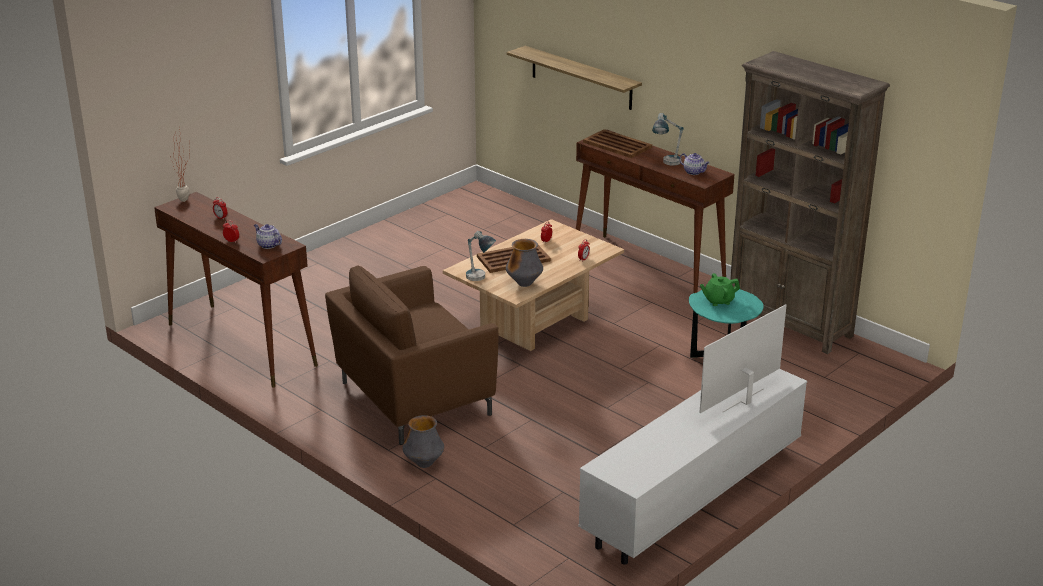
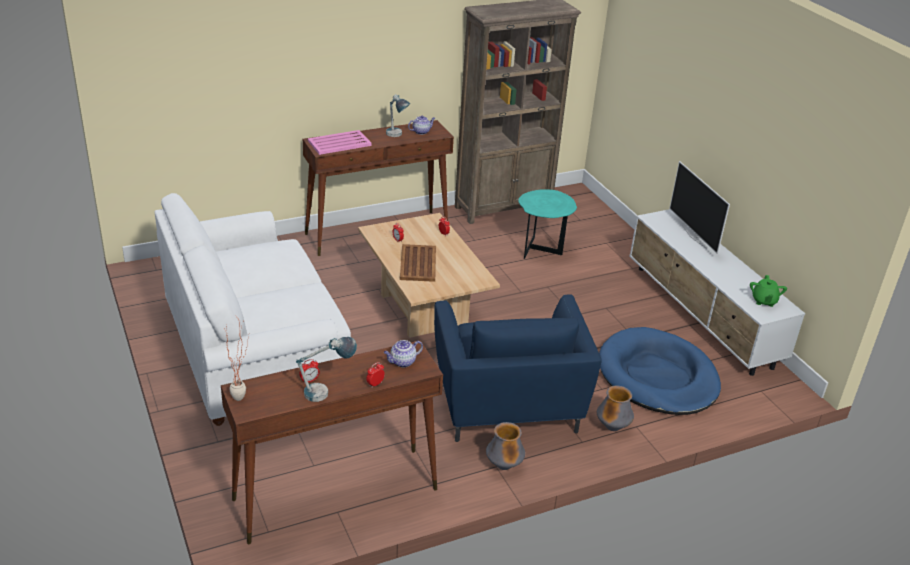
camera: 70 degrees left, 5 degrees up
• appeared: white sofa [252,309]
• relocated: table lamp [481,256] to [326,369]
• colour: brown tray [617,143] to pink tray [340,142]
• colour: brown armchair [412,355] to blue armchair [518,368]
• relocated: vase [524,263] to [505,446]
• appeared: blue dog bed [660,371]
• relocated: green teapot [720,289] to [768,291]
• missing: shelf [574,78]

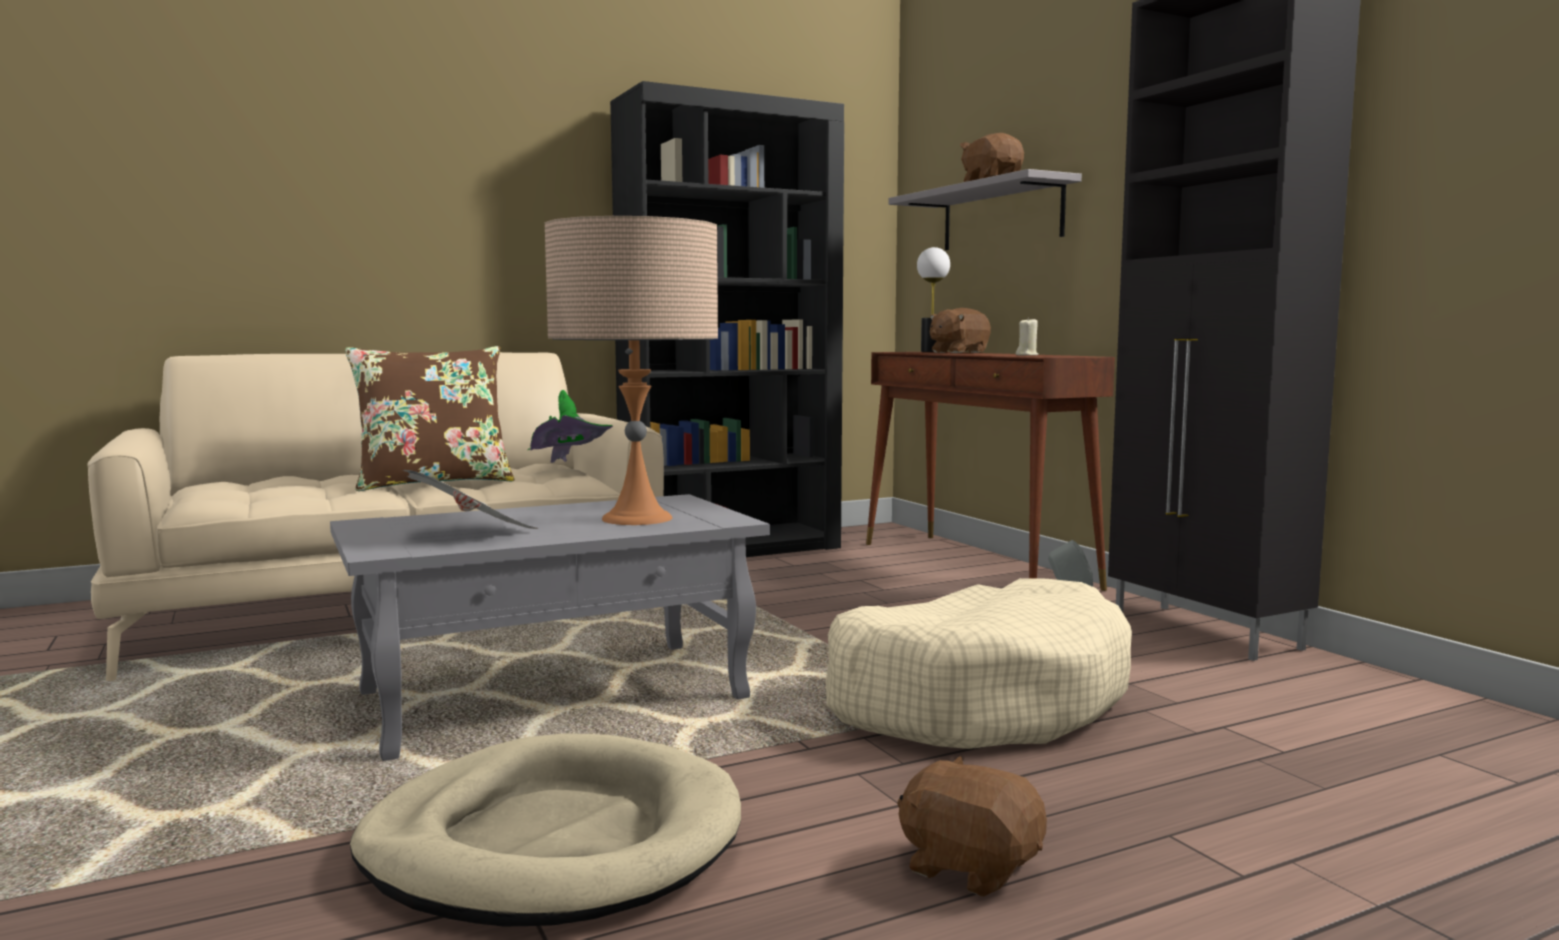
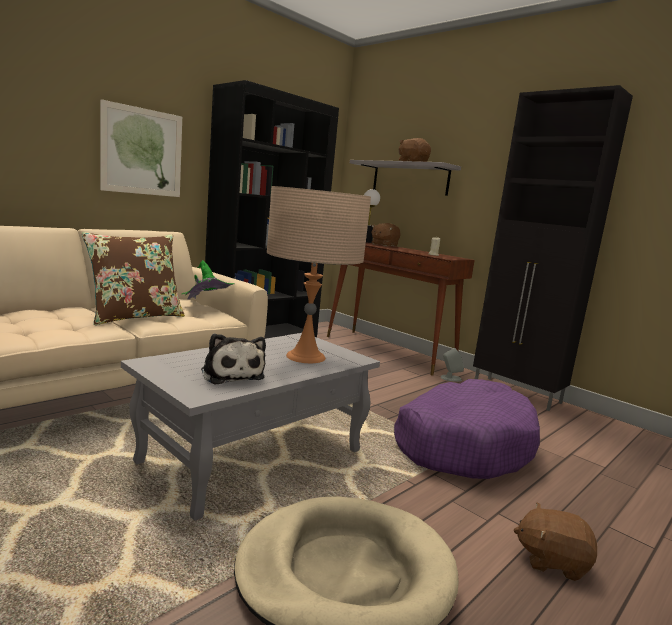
camera: 20 degrees left, 5 degrees up
• appeared: picture [141,148]
• exchanged: newspaper [470,499] to plush toy [233,359]
• colour: beige dog bed [979,663] to purple dog bed [467,429]

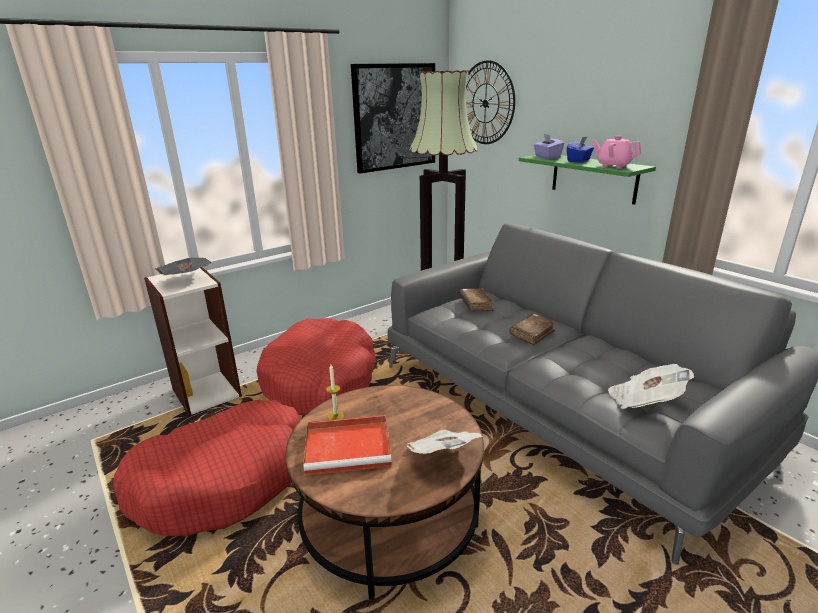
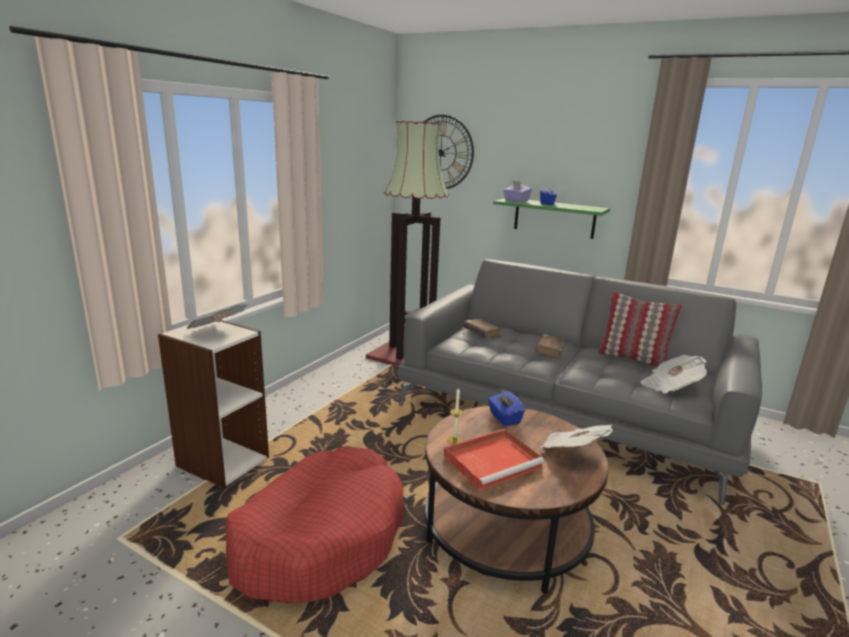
camera: 25 degrees left, 5 degrees down
• appeared: blue tissue box [506,407]
• appeared: pillow [639,329]
• missing: red dog bed [316,366]
• missing: picture [393,118]
• missing: pink teapot [616,152]

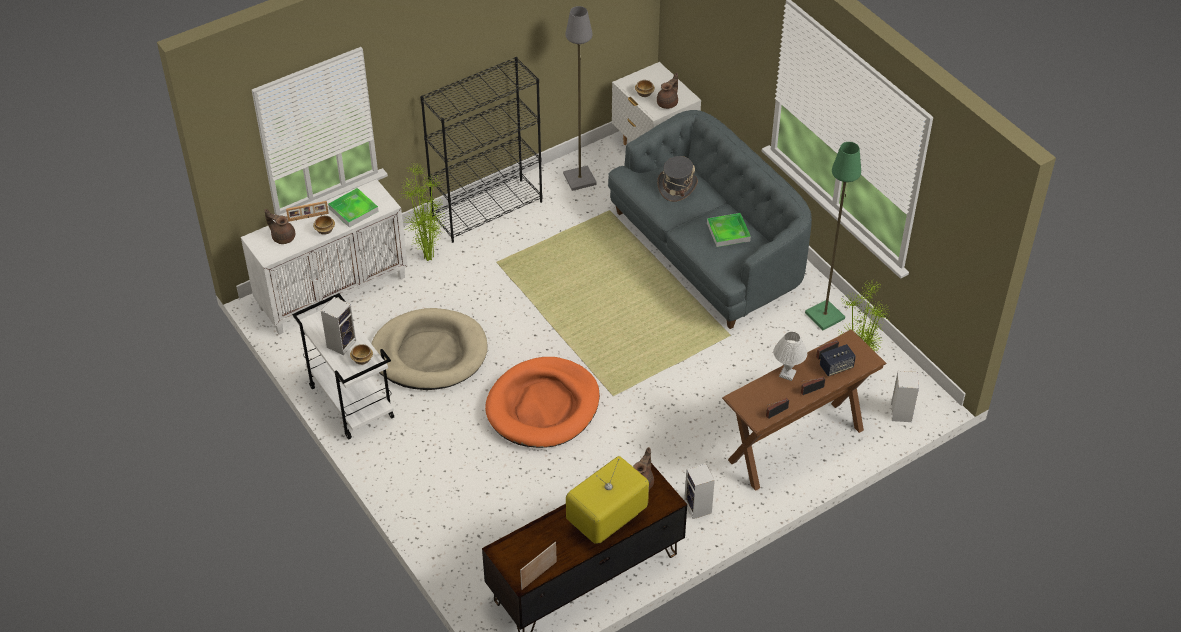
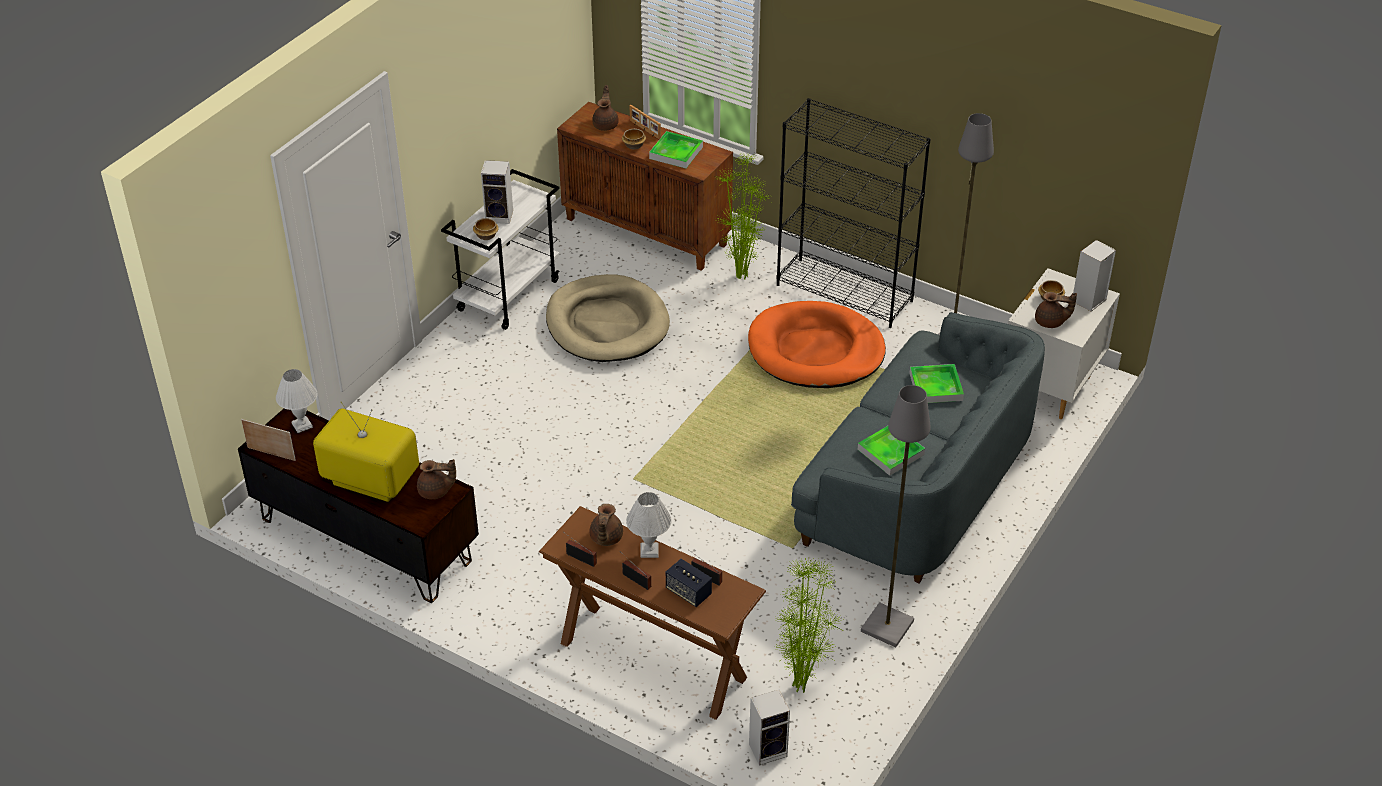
camera: 65 degrees right, 5 degrees down
• appeared: white table lamp [296,401]
• colour: white cabinet [324,257] to brown cabinet [645,186]
• appeared: brown teapot [606,525]
• relocated: orange dog bed [542,402] to [817,344]
• colour: green floor lamp [833,236] to grey floor lamp [896,516]
• exchanged: grey hat [677,179] to tray [936,383]
• relocated: speaker [699,491] to [1094,275]

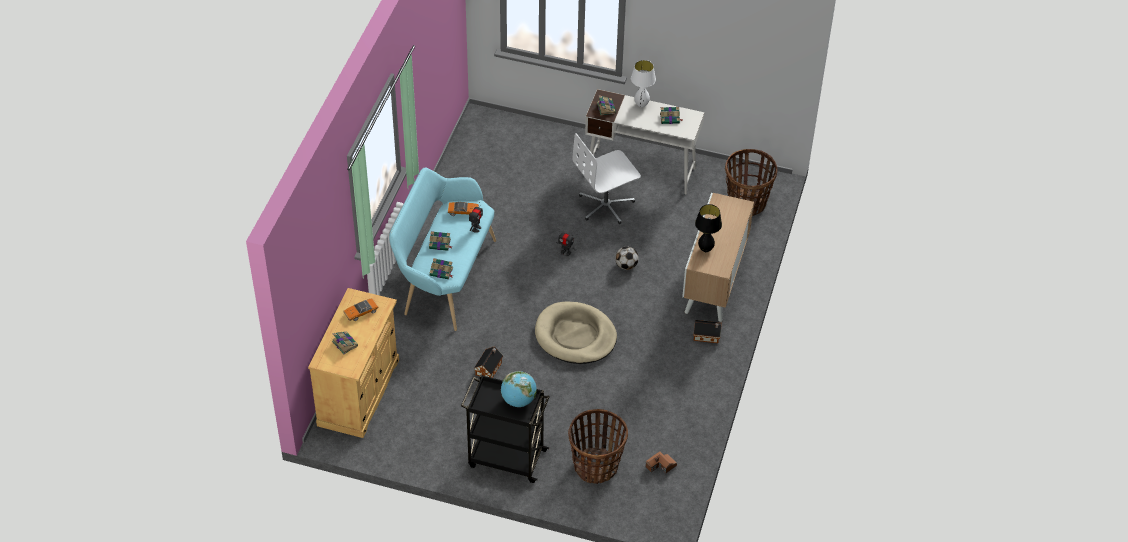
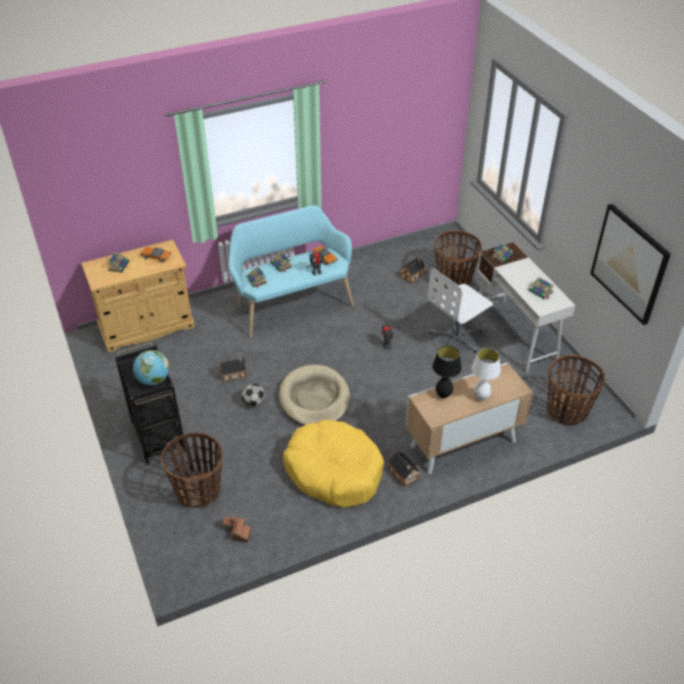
camera: 50 degrees right, 5 degrees down
• relocated: football [627,258] to [253,395]
• appeared: yellow dog bed [333,463]
• appeared: toy house [413,270]
• spun: white office chair [607,178] = [460,310] 60 degrees counterclockwise
• appeared: basket [458,259]
• relocated: white table lamp [643,83] to [486,374]
• appeared: picture [630,264]

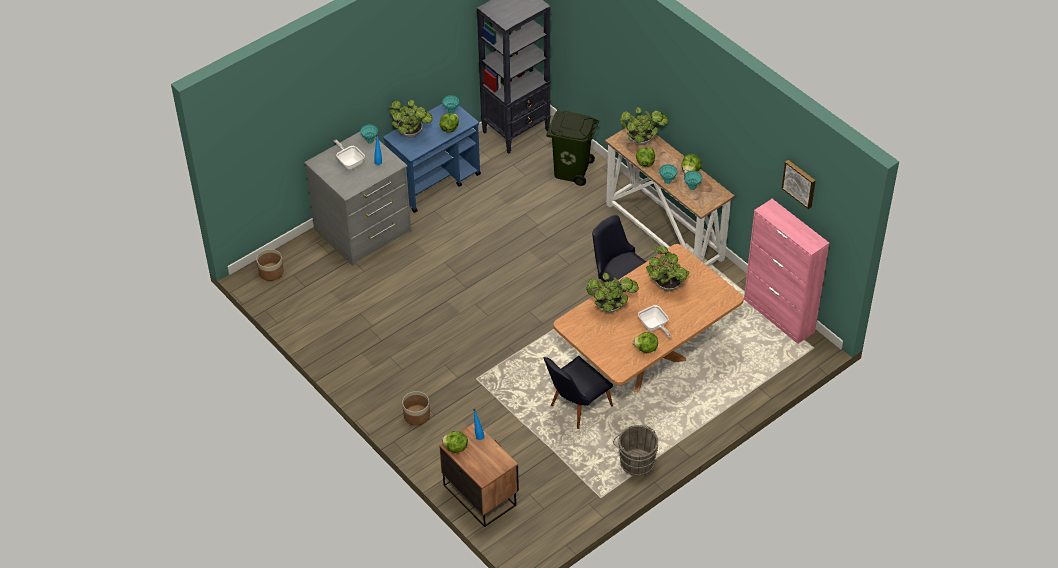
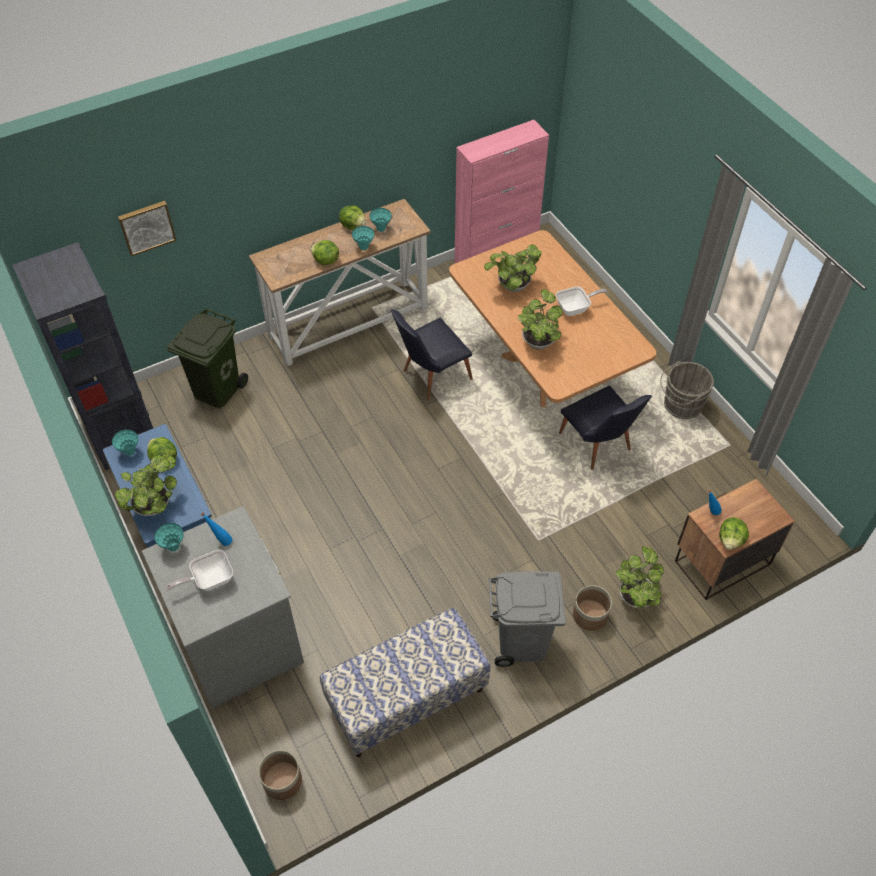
camera: 80 degrees left, 5 degrees up
• relocated: picture [799,184] to [147,228]
• appeared: bench [405,682]
• appeared: grey trash can [527,619]
• relocated: potted plant [644,126] to [640,577]
• missing: lettuce [645,342]

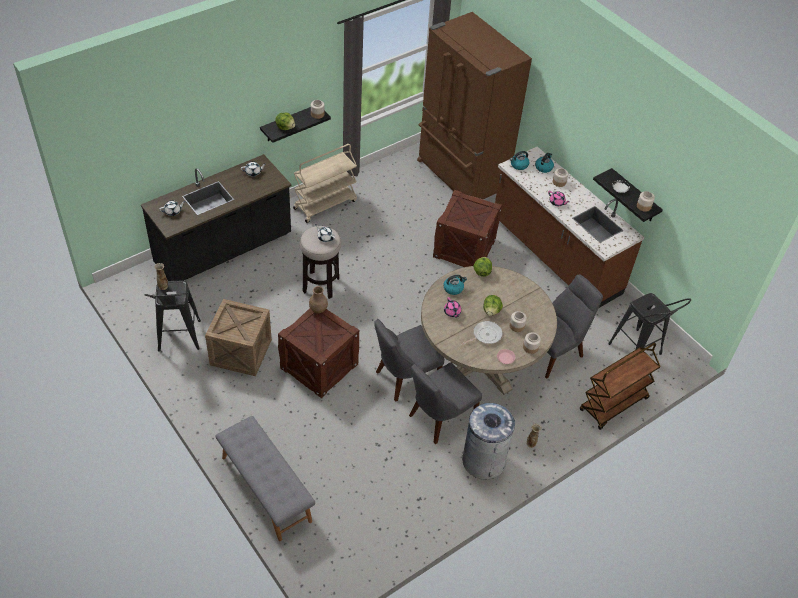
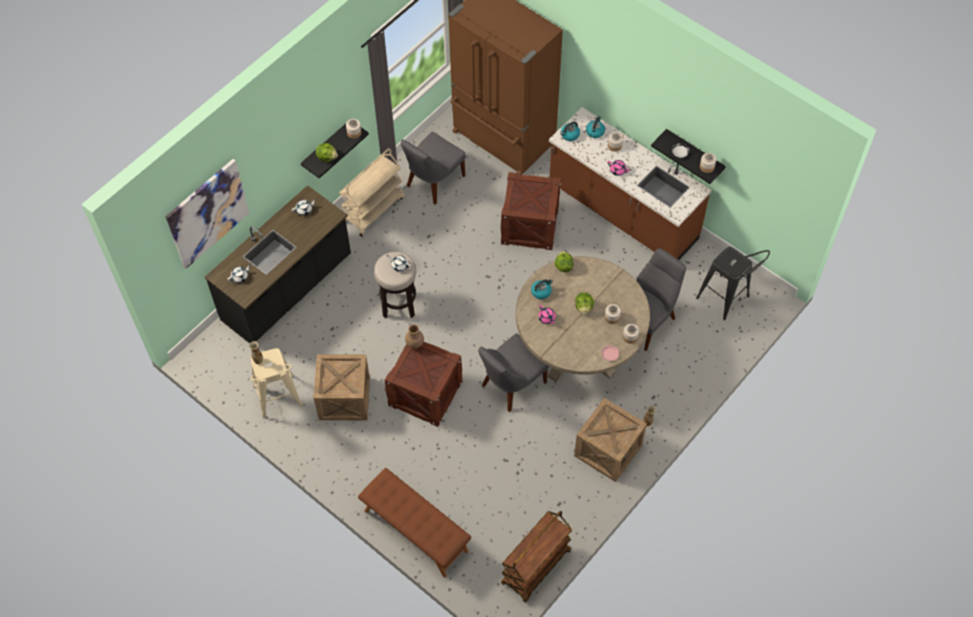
camera: 10 degrees left, 10 degrees up
• appeared: picture [207,214]
• colour: black stool [173,316] to beige stool [276,383]
• colour: grey bench [265,478] to brown bench [414,522]
• relocated: grey chair [445,403] to [433,168]
• relocated: brown cart [620,386] to [536,557]
• exchanged: grey trash can [488,441] to crate [610,440]
• missing: frying pan [482,333]

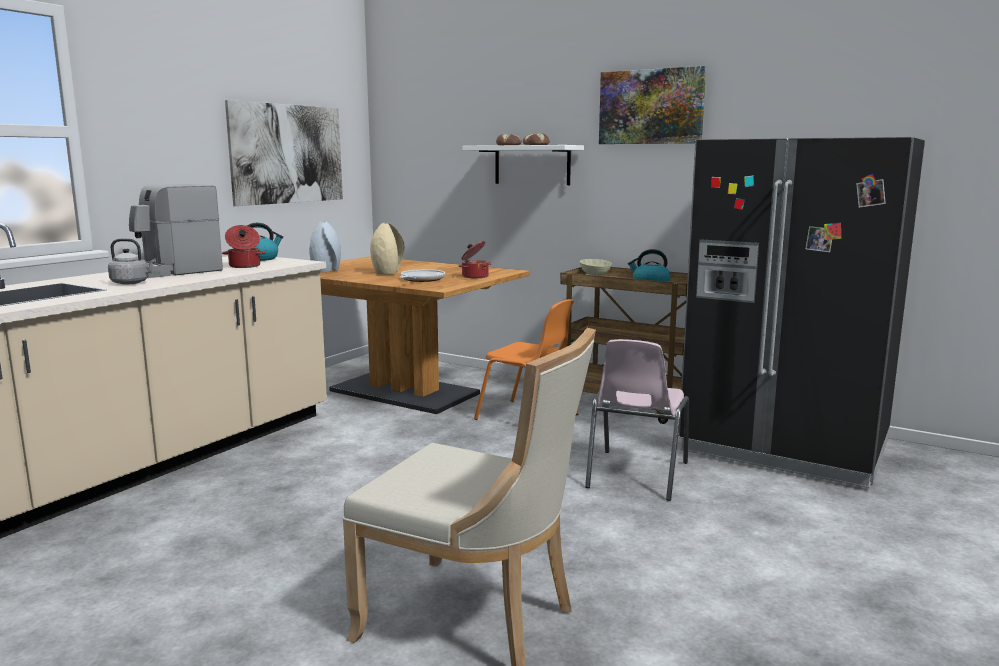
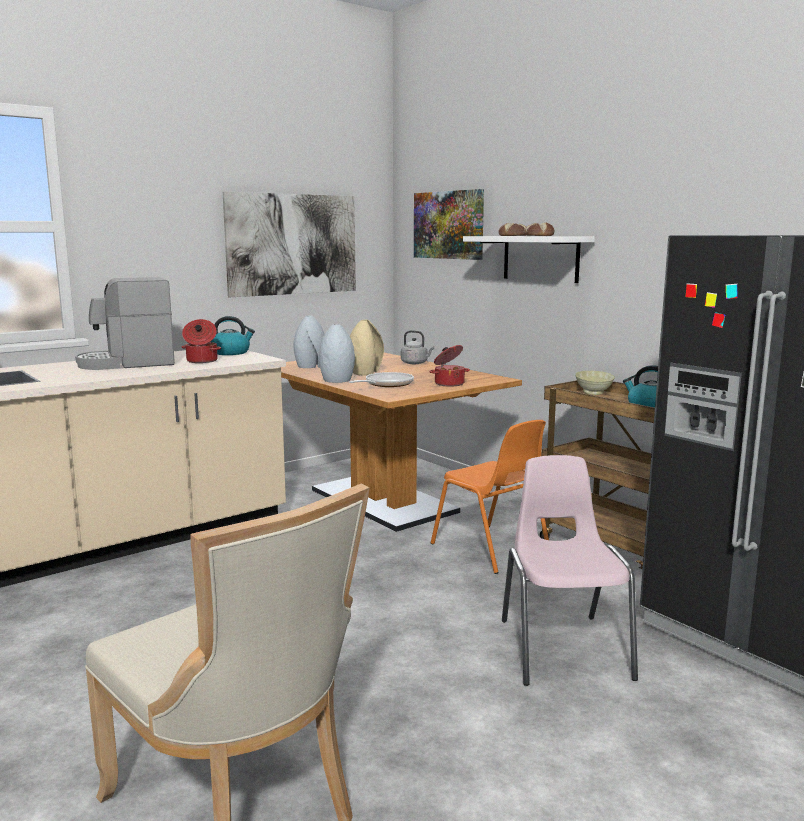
camera: 20 degrees right, 0 degrees up
• appeared: grey vase [337,353]
• relocated: grey kettle [132,261] to [417,347]
• relocated: picture [652,105] to [449,224]
• spun: pink chair [637,420] = [570,570] 135 degrees clockwise

